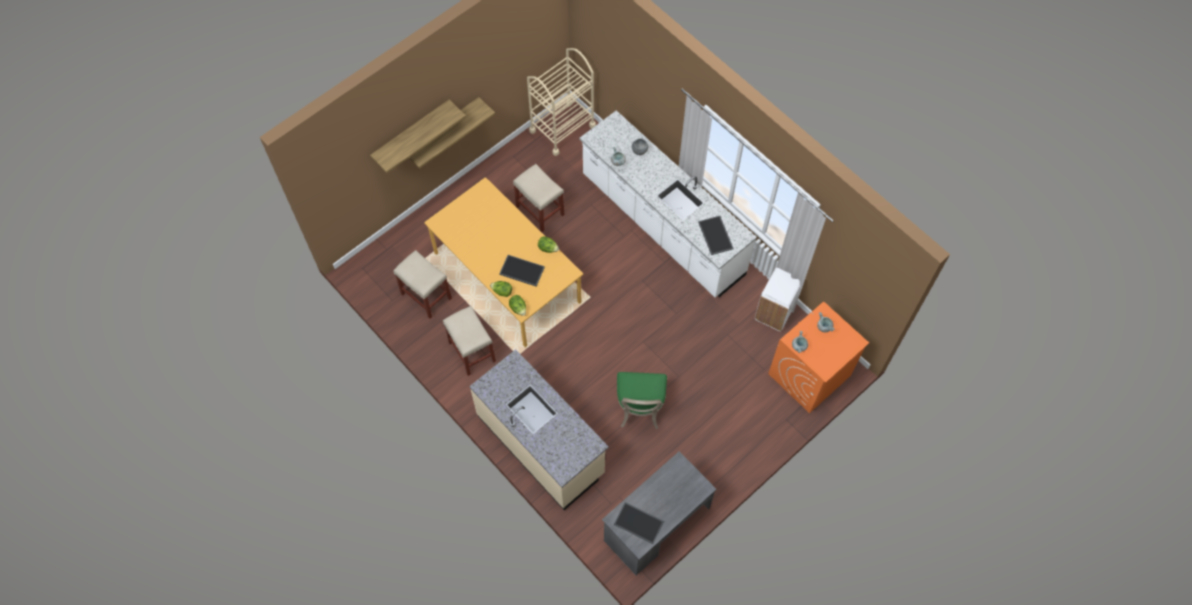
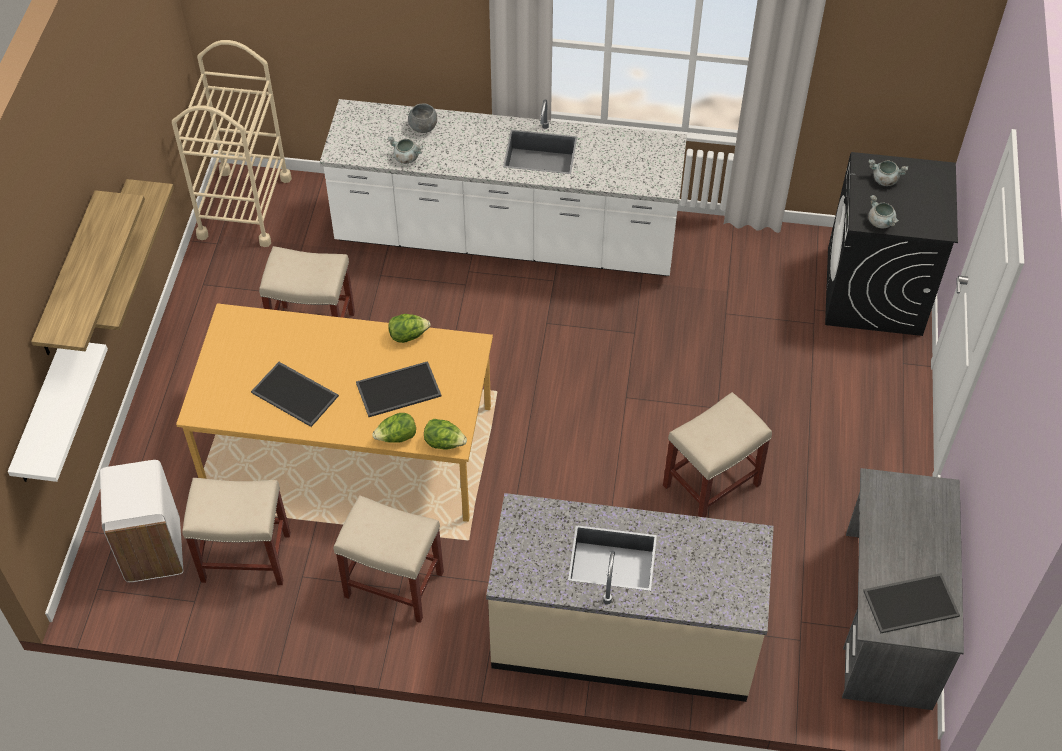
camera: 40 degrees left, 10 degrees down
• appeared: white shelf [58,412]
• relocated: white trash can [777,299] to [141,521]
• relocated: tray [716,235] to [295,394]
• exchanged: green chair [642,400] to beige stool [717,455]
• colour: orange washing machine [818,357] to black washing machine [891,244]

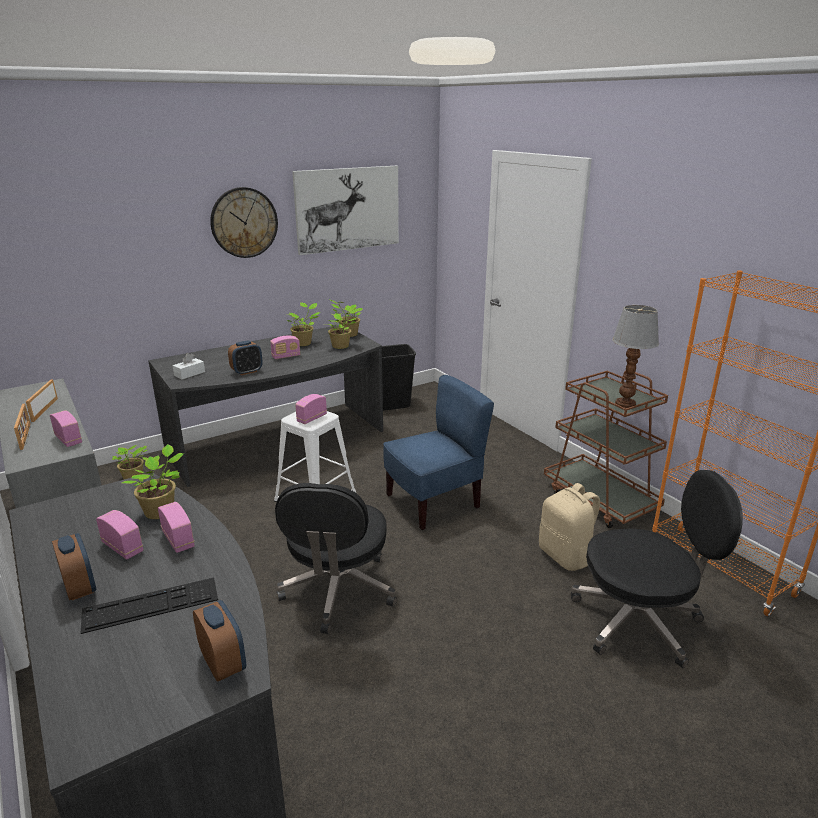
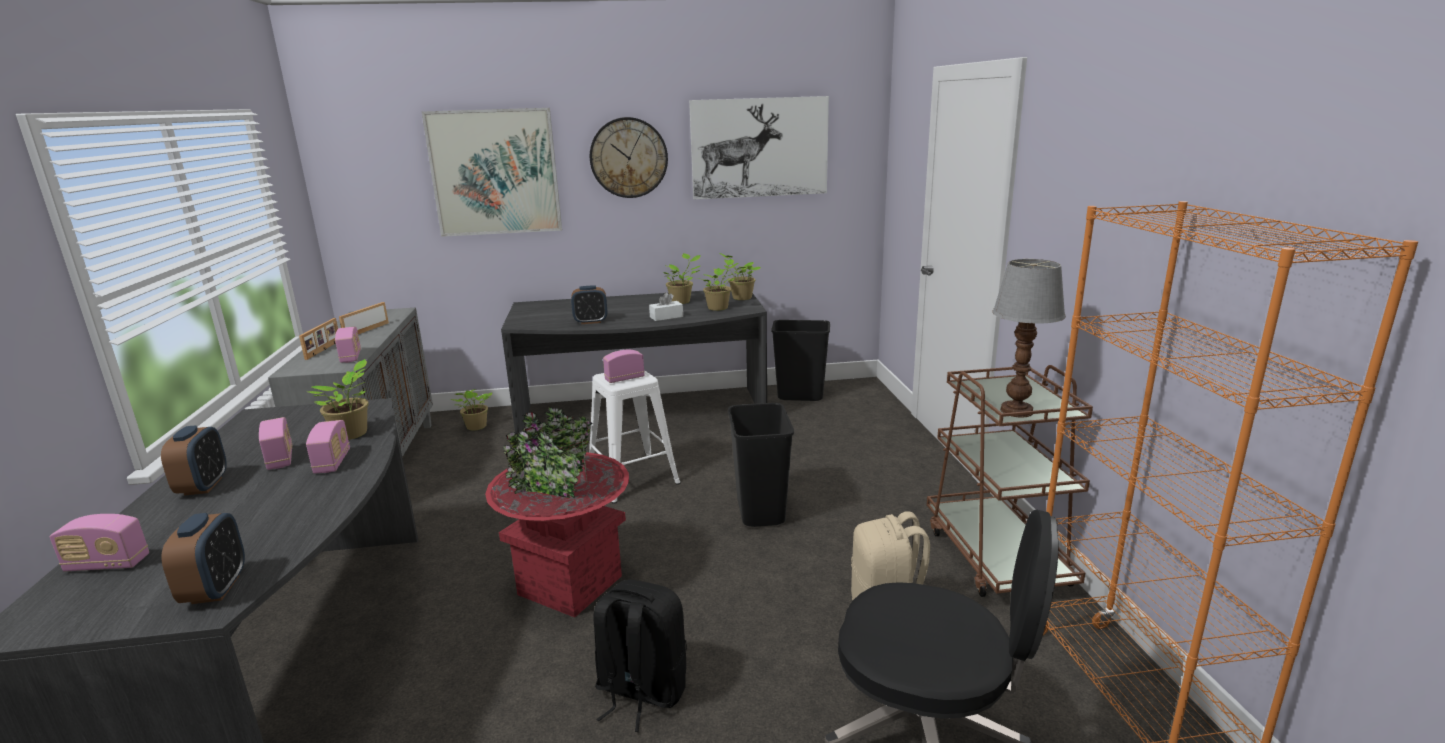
camera: 25 degrees right, 5 degrees down
• relocated: radio [285,347] to [99,542]
• appeared: picture [492,172]
• exchanged: black office chair [336,558] to red planter [557,512]
• appeared: black backpack [640,656]
• relocated: white tissue box [189,366] to [666,306]
• exchanged: blue chair [438,452] to black trash can [761,465]
• missing: keyboard [149,606]

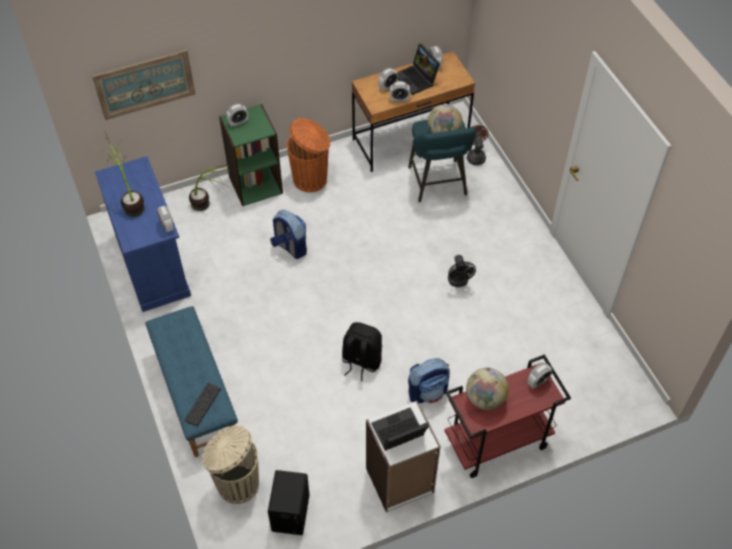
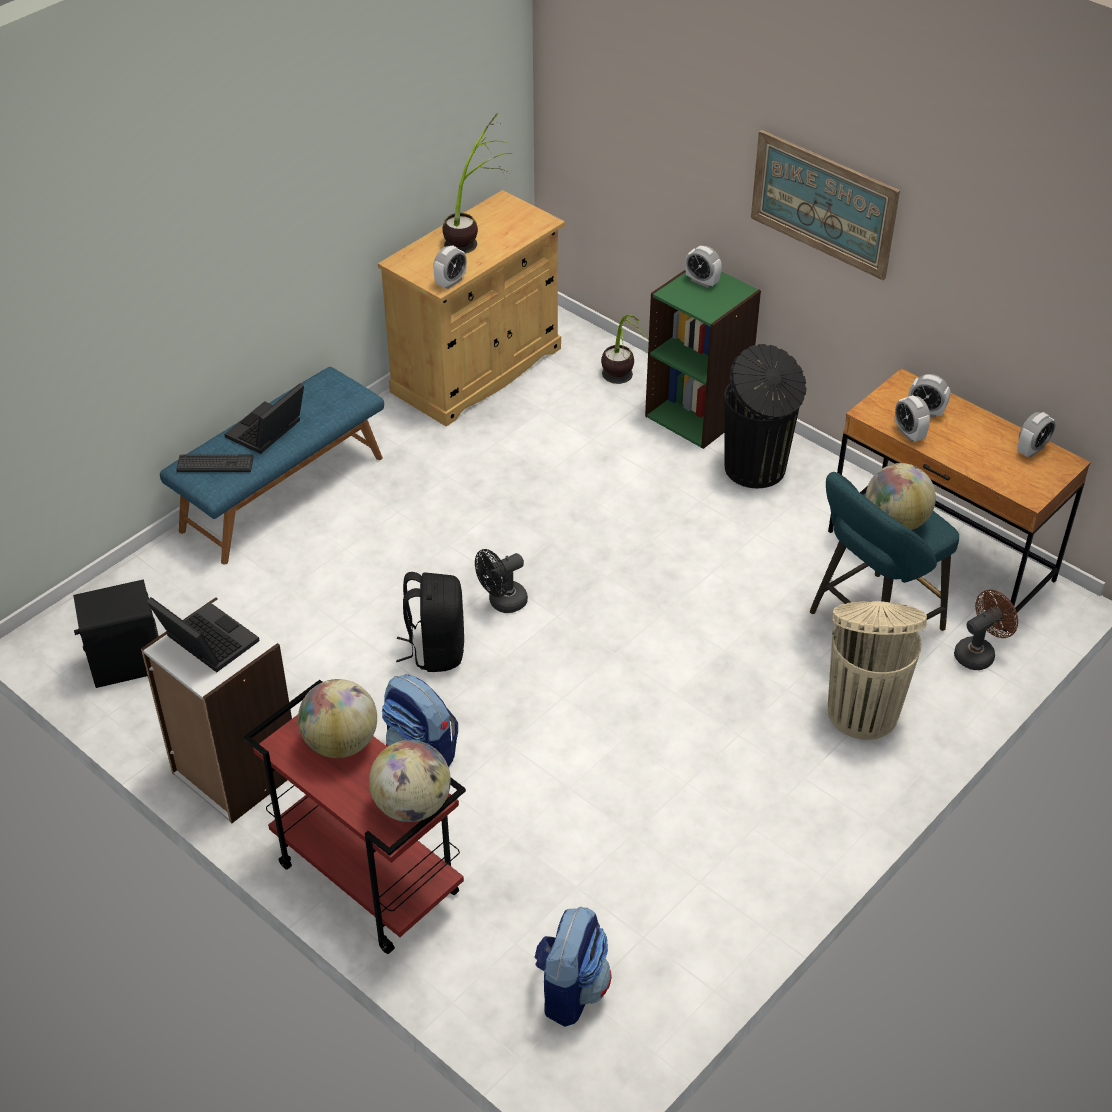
camera: 65 degrees right, 10 degrees down
• relocated: laptop [418,69] to [264,418]
• exchanged: alarm clock [540,375] to globe [410,781]
• colour: blue cabinet [143,234] to beige cabinet [471,308]
• relocated: black fan [462,271] to [501,581]
• relocated: backpack [288,234] to [573,967]
• colour: orange trash can [309,155] to black trash can [766,416]
• relocated: picture [144,85] to [825,205]
• relocated: beige trash can [230,464] to [877,670]

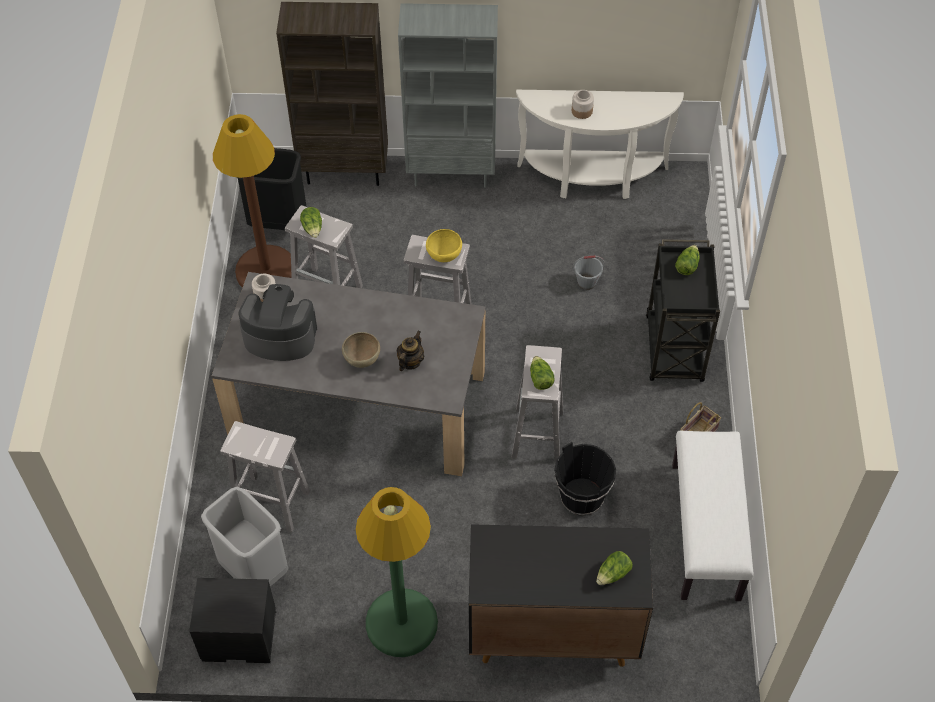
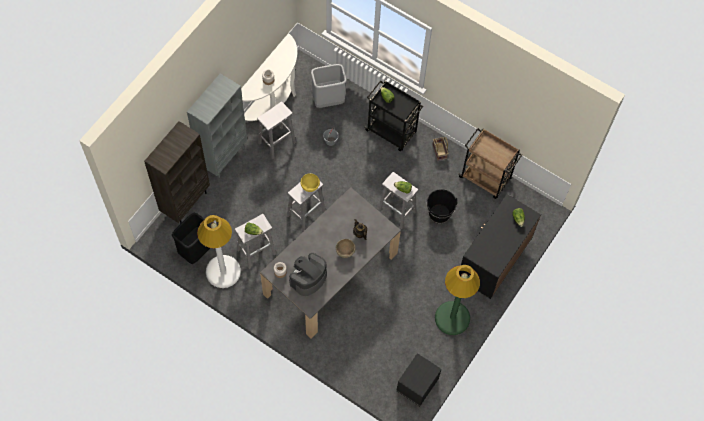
camera: 60 degrees left, 10 degrees up
• colour: brown floor lamp [252,201] to white floor lamp [219,251]
• relocated: white stool [265,477] to [276,130]
• relocated: grey trash can [244,537] to [329,86]
• exchanged: white bench [713,516] to brown cart [490,163]

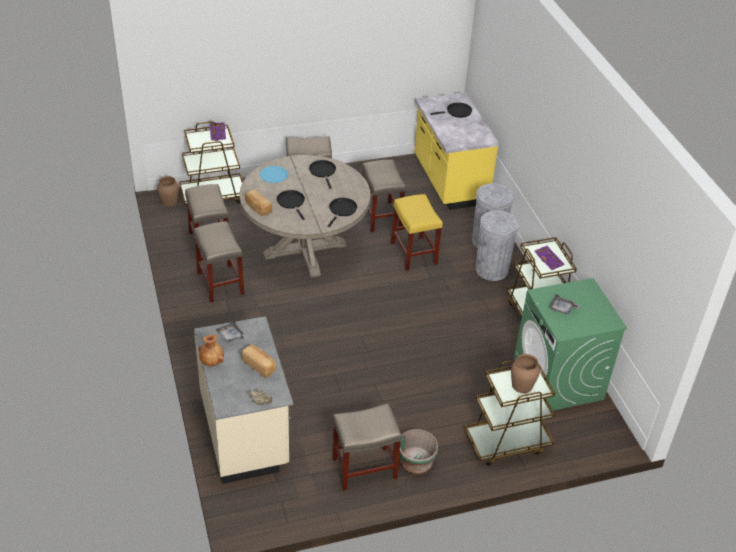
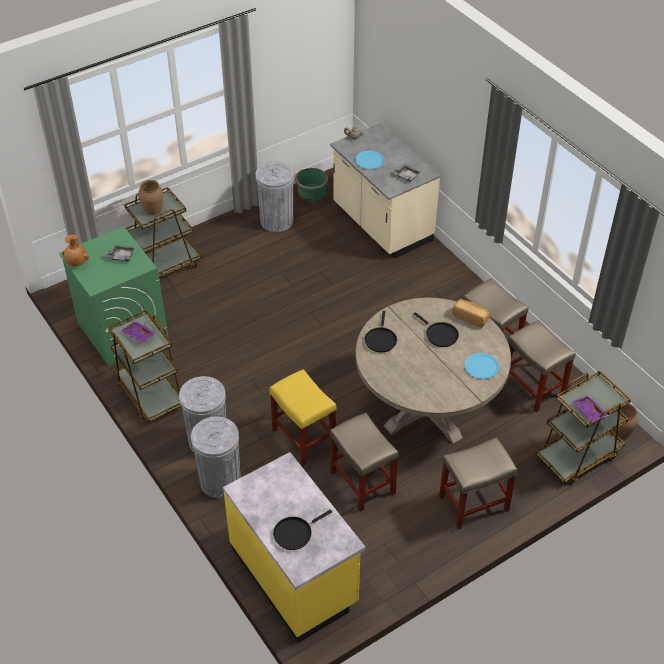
camera: 165 degrees right, 5 degrees up
• relocated: brown vase [211,350] to [75,250]
• exchanged: beige stool [367,447] to grey trash can [275,196]
• relocated: green planter [419,451] to [311,185]
• exchanged: bread [258,361] to blue plate [370,160]
• missing: black frying pan [322,174]

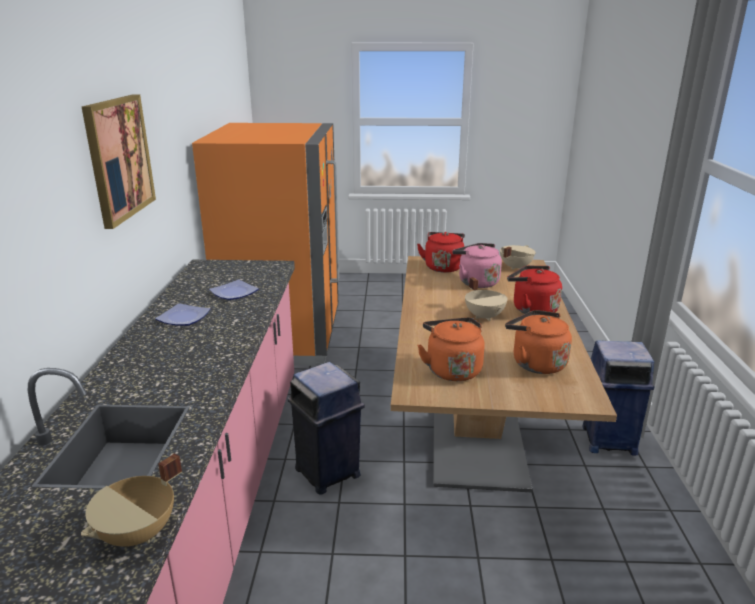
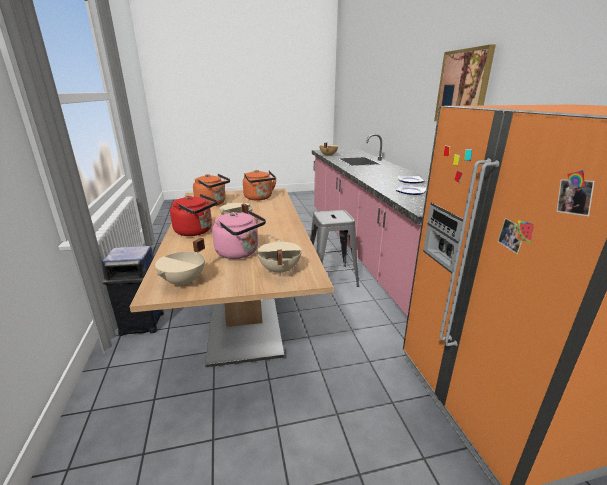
camera: 165 degrees right, 0 degrees up
• exchanged: red kettle [441,252] to beige cooking pot [279,257]
• exchanged: blue trash can [326,428] to grey stool [334,248]

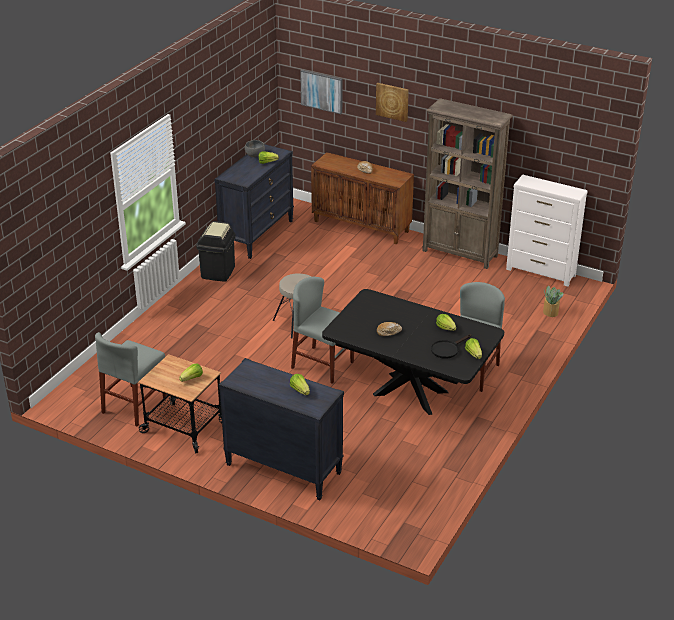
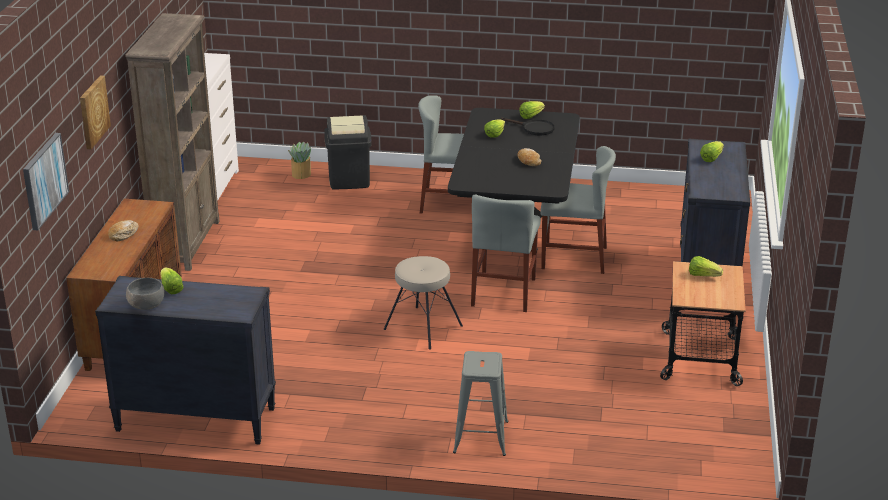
camera: 110 degrees left, 5 degrees down
• relocated: black trash can [216,251] to [348,152]
• appeared: grey stool [480,403]
• relocated: grey chair [131,379] to [578,210]

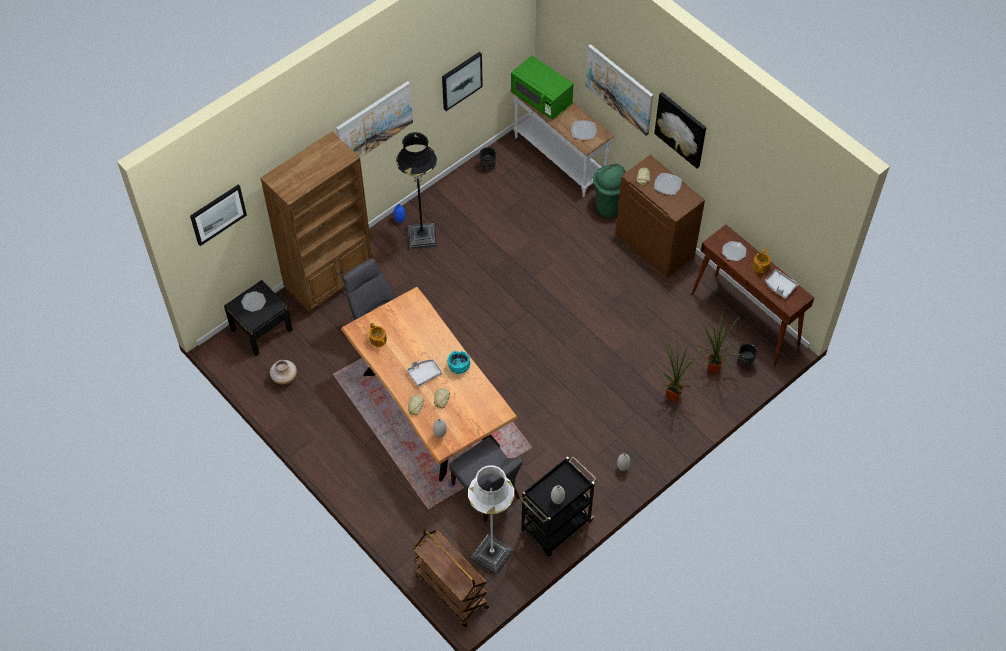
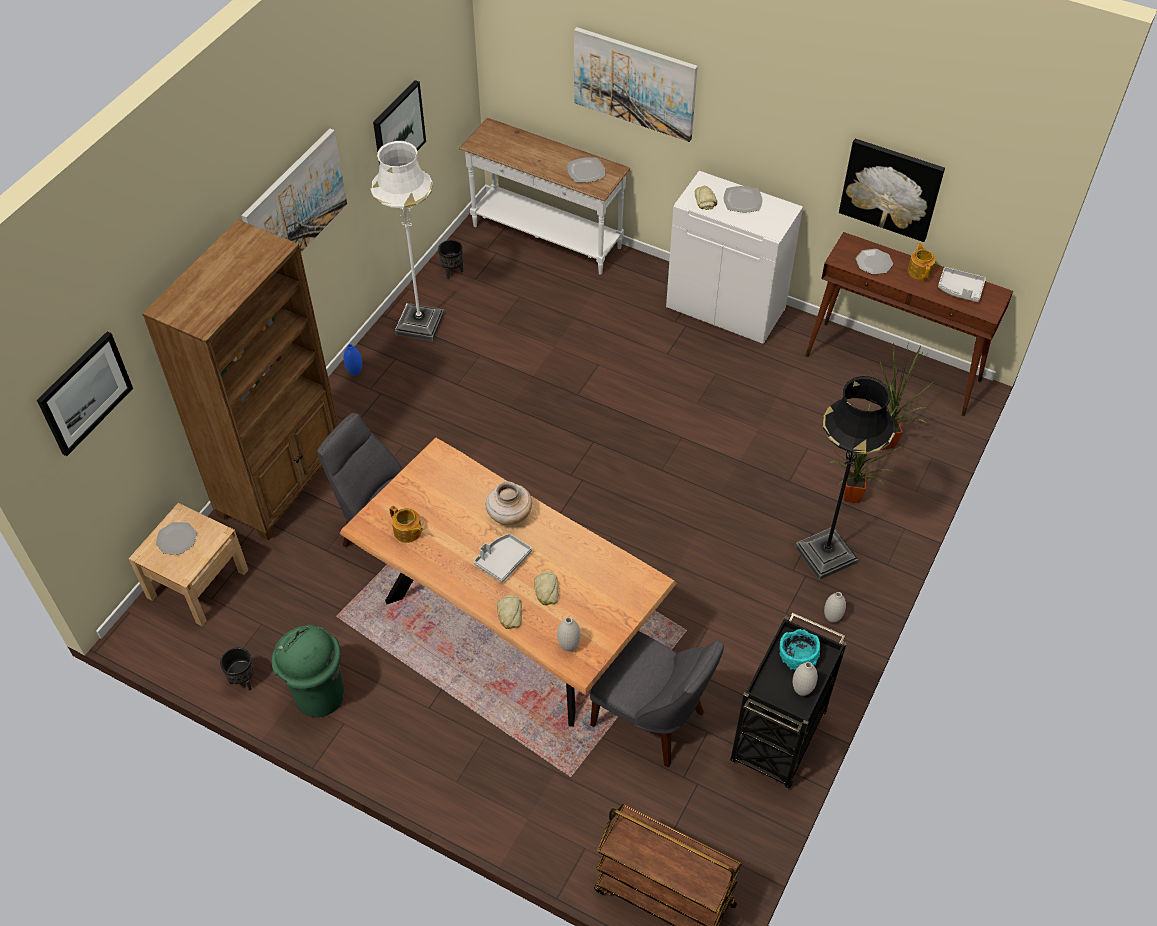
camera: 20 degrees left, 5 degrees down
• colour: black nightstand [258,318] to beige nightstand [188,564]
• relocated: black planter [747,357] to [237,669]
• relocated: green trash can [609,191] to [308,670]
• relocated: white floor lamp [491,520] to [407,241]
• relocated: beige vase [283,372] to [509,503]
• colour: brown cabinet [660,216] to white cabinet [734,258]
• relocated: turquoise bowl [458,362] to [800,649]
• relocated: black floor lamp [416,191] to [845,478]
• relocated: picture [680,130] to [892,190]
• missing: green microwave [542,88]

